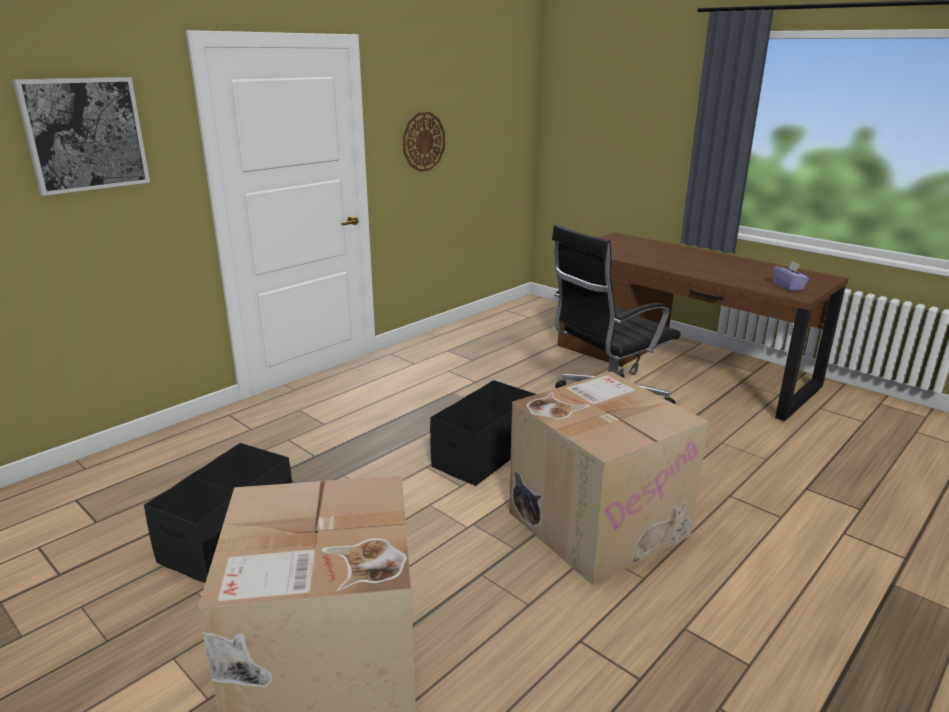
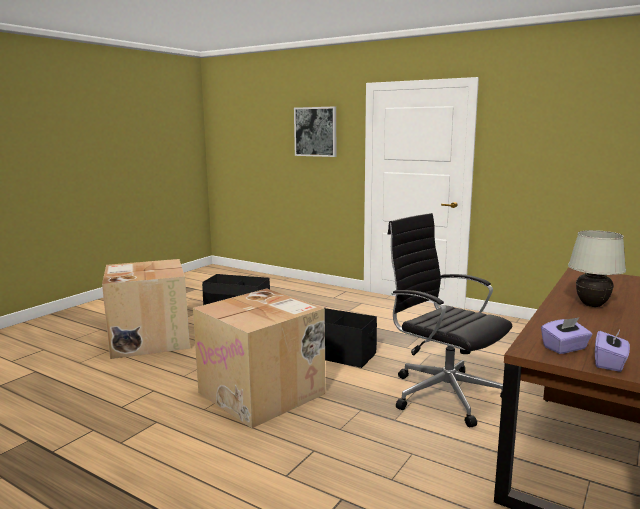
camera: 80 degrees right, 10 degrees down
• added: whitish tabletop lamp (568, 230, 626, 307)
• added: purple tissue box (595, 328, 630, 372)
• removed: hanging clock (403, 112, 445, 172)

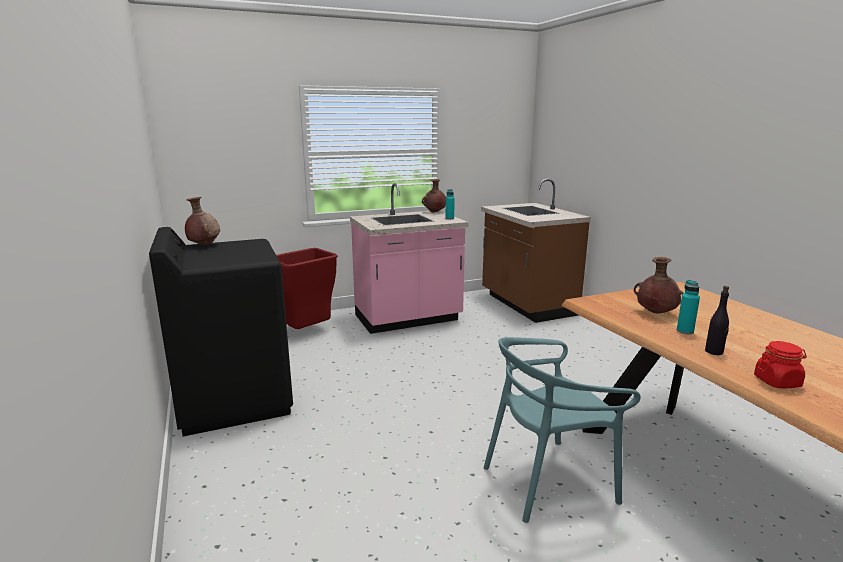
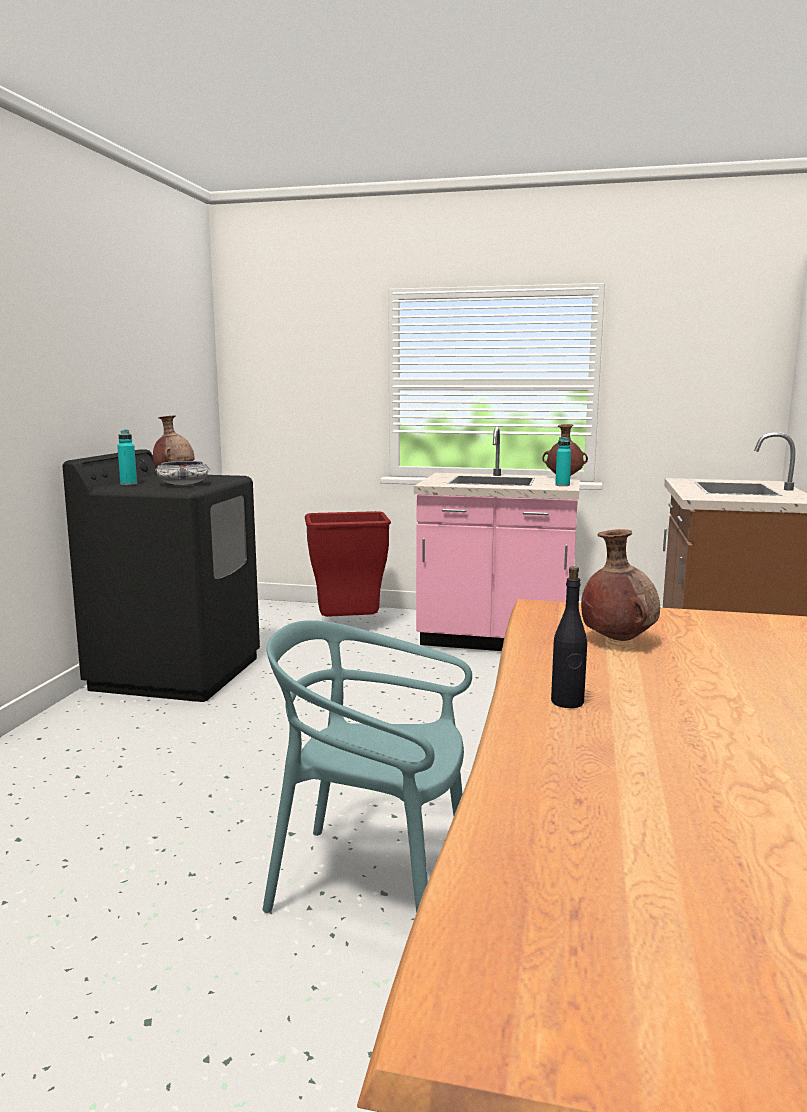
camera: 35 degrees right, 5 degrees down
• moved: turquoise drink bottle (677, 280, 700, 335) to (117, 429, 137, 485)
• added: bowl (155, 461, 210, 485)
• removed: reddish preserve jar (754, 341, 807, 388)

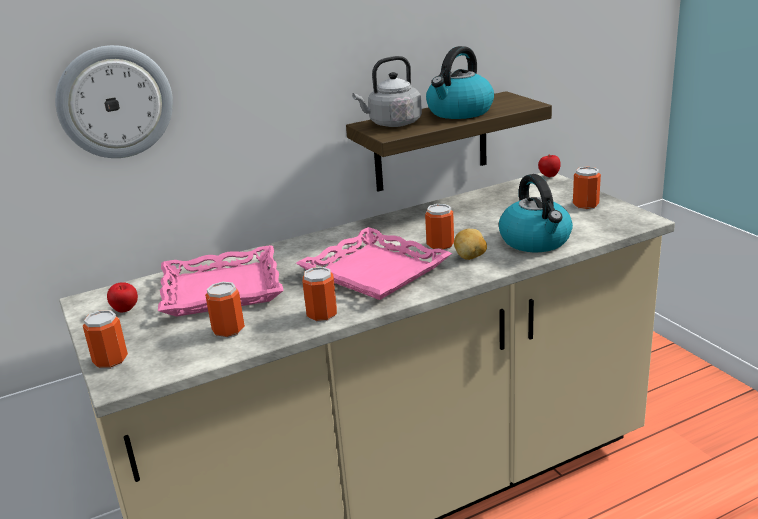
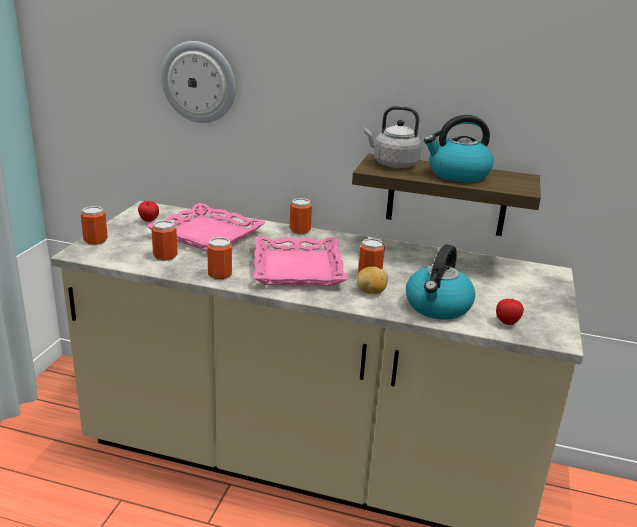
camera: 40 degrees right, 0 degrees up
• moved: sealed can (573, 166, 601, 210) to (290, 198, 312, 235)
• moved: whole apple (538, 154, 561, 177) to (496, 299, 524, 325)

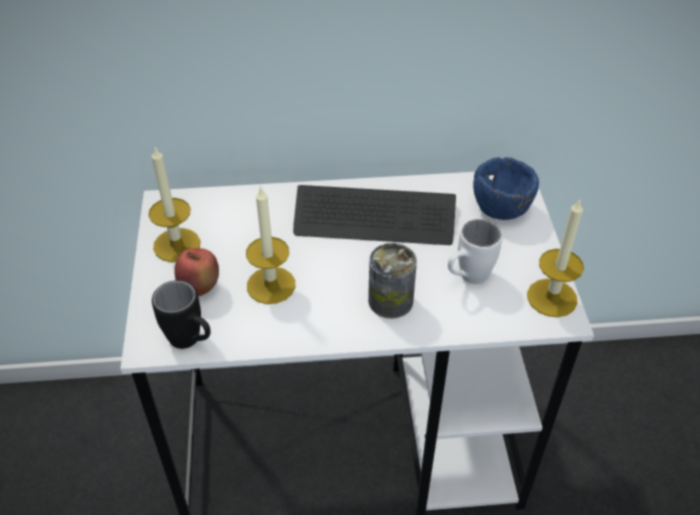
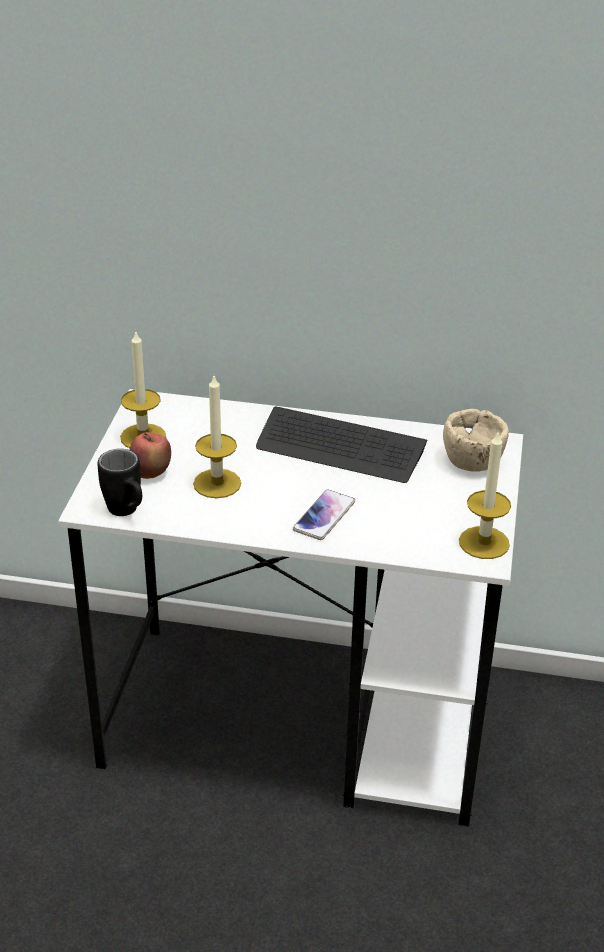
camera: 15 degrees right, 10 degrees down
• replaced: sealed can (368, 243, 417, 319) to telephone (293, 490, 355, 540)
• recoloured: blue bowl (473, 157, 539, 220) to beige-coloured bowl (443, 409, 509, 472)
• removed: whitish coffee mug (448, 219, 502, 284)

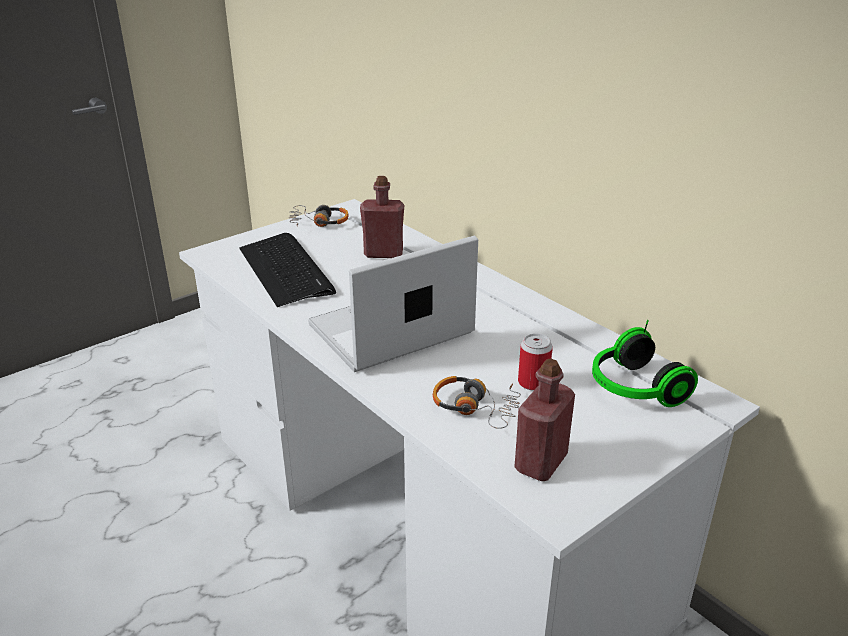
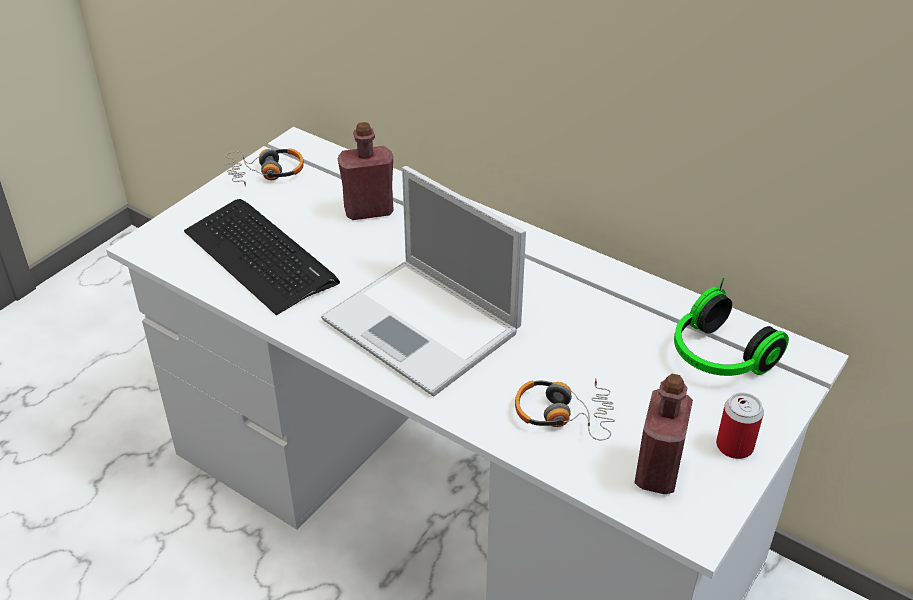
camera: 15 degrees left, 10 degrees up
• turned: notebook computer (308, 236, 478, 372) = (321, 166, 526, 396) 90 degrees counterclockwise
• moved: sealed can (518, 333, 553, 391) to (716, 393, 764, 459)

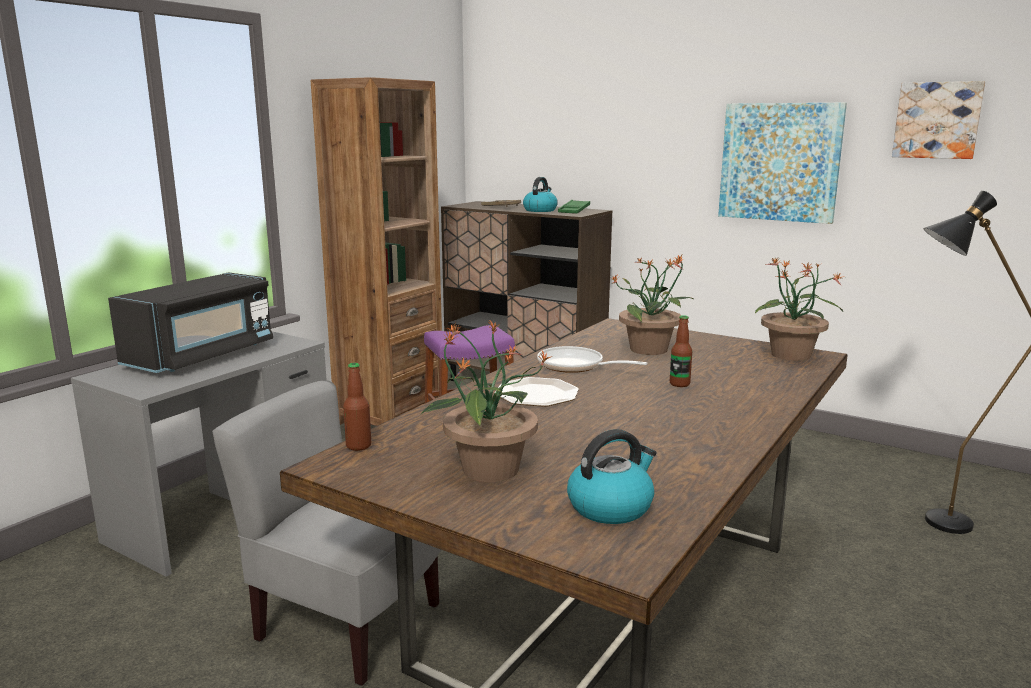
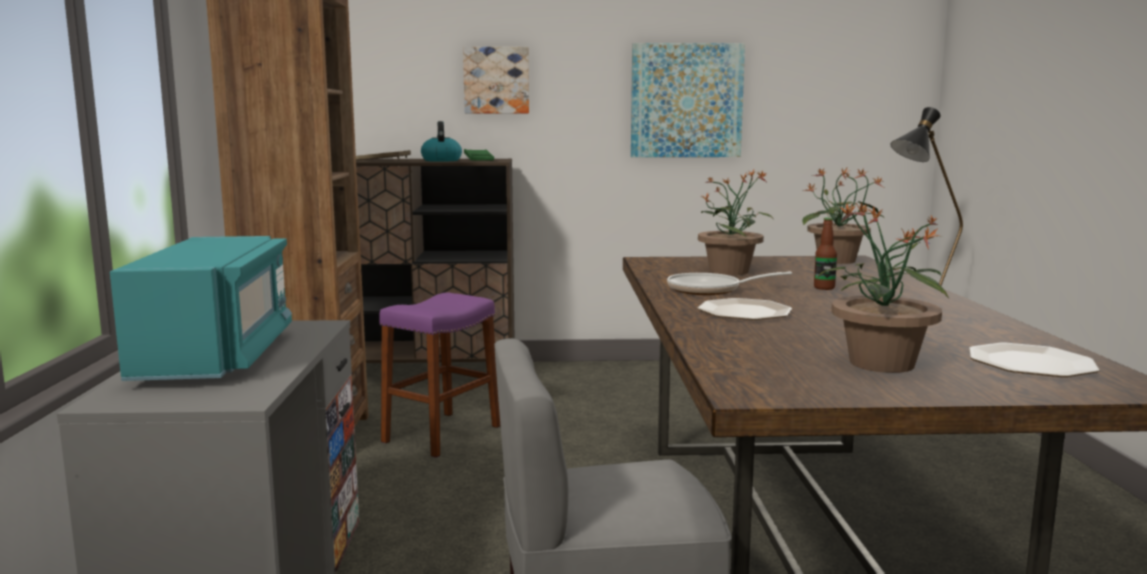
camera: 35 degrees left, 5 degrees down
• recoloured: blackish kitchen microwave (108, 272, 273, 373) to turquoise kitchen microwave (110, 236, 292, 381)
• moved: wall picture (892, 81, 985, 159) to (463, 47, 529, 114)
• replaced: tea kettle (567, 429, 656, 524) to plate (969, 343, 1100, 377)
• removed: drink bottle (343, 363, 371, 451)

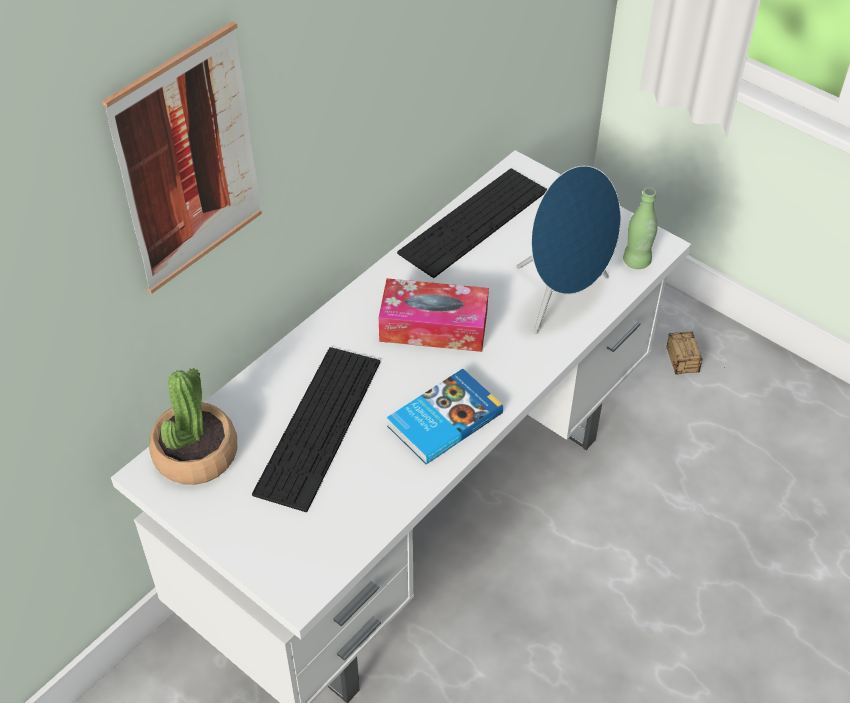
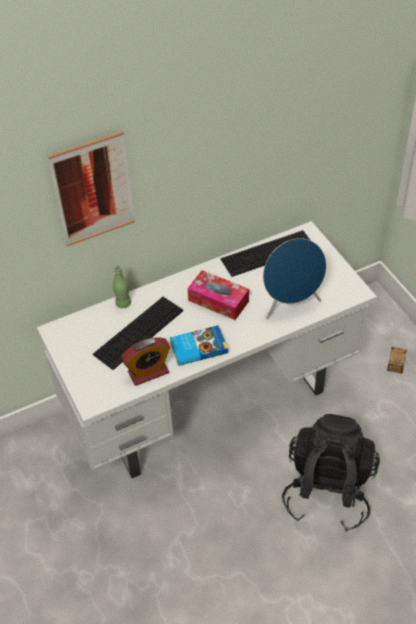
camera: 25 degrees right, 0 degrees up
• moved: greenish drink bottle (623, 188, 658, 269) to (113, 266, 131, 308)
• added: alarm clock (121, 337, 170, 386)
• added: blackish knapsack (282, 414, 380, 532)
• removed: houseplant (149, 368, 237, 485)

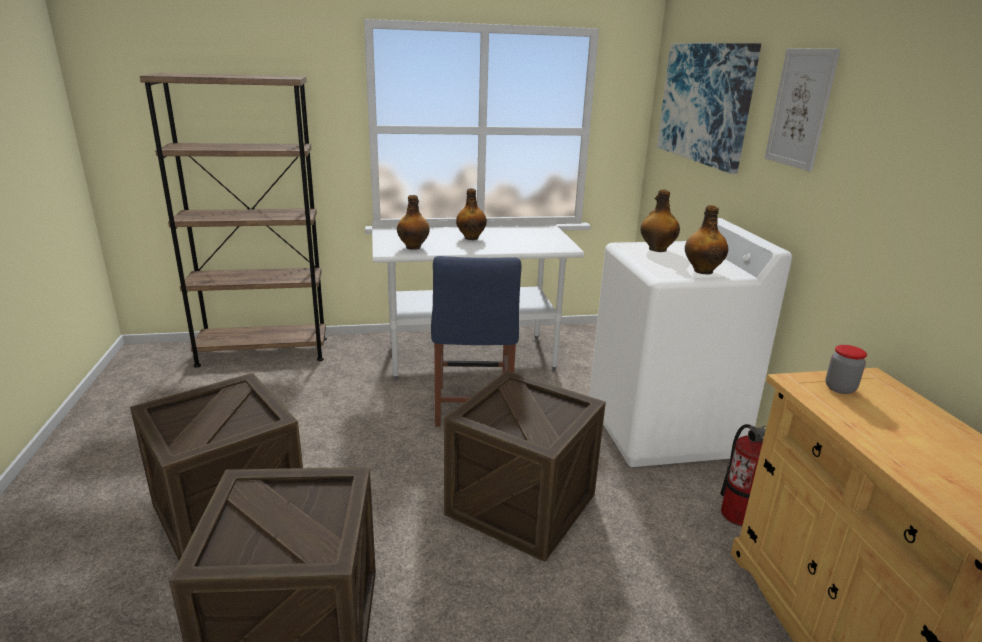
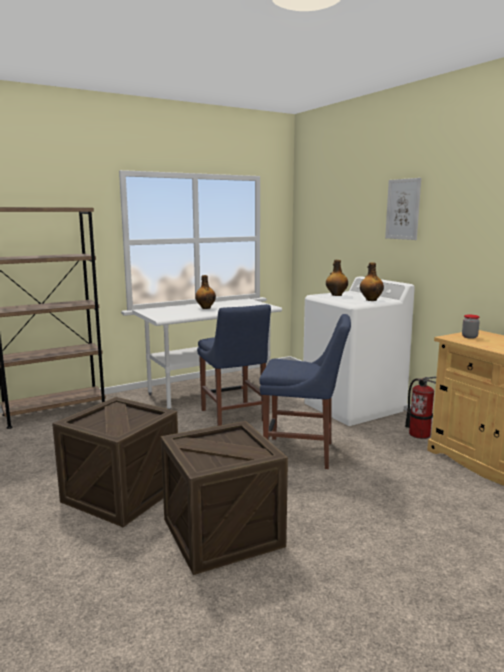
camera: 20 degrees left, 10 degrees down
• replaced: crate (444, 370, 606, 562) to blue upright chair (259, 314, 351, 469)
• removed: drink bottle (397, 195, 430, 250)
• removed: wall picture (657, 43, 761, 174)

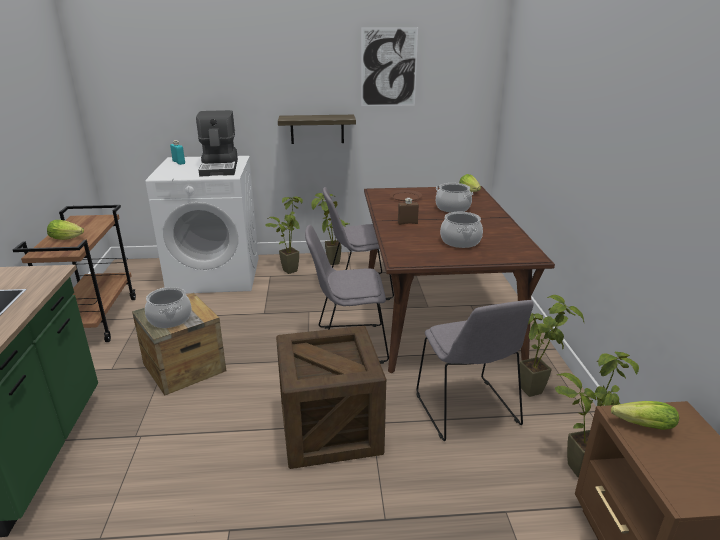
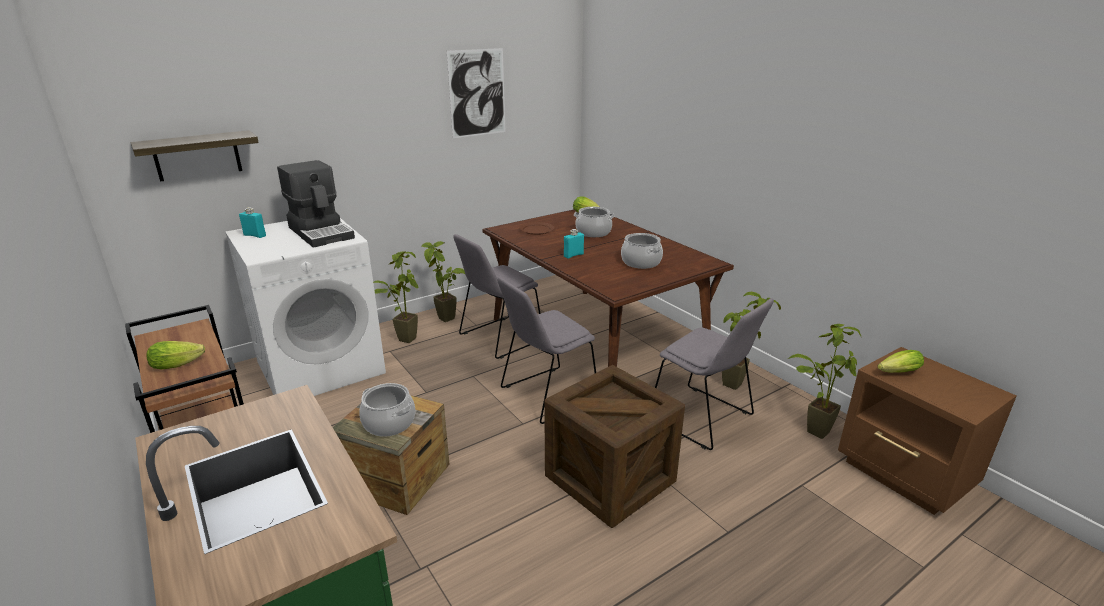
camera: 30 degrees left, 0 degrees up
• moved: shelf (278, 115, 356, 144) to (130, 130, 259, 182)
• recoloured: brown drink bottle (398, 198, 419, 225) to turquoise drink bottle (564, 229, 584, 259)

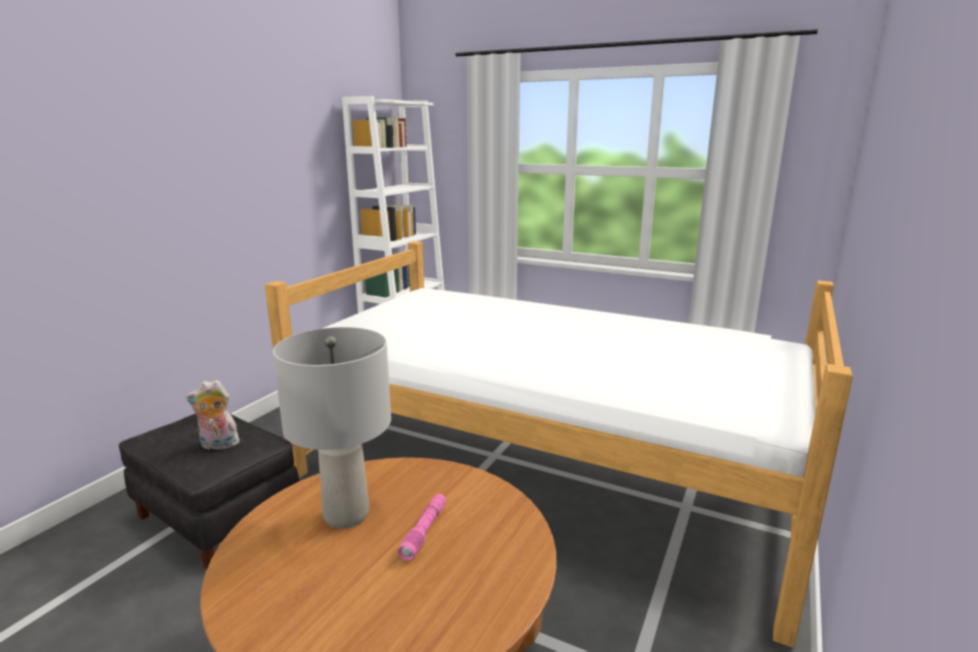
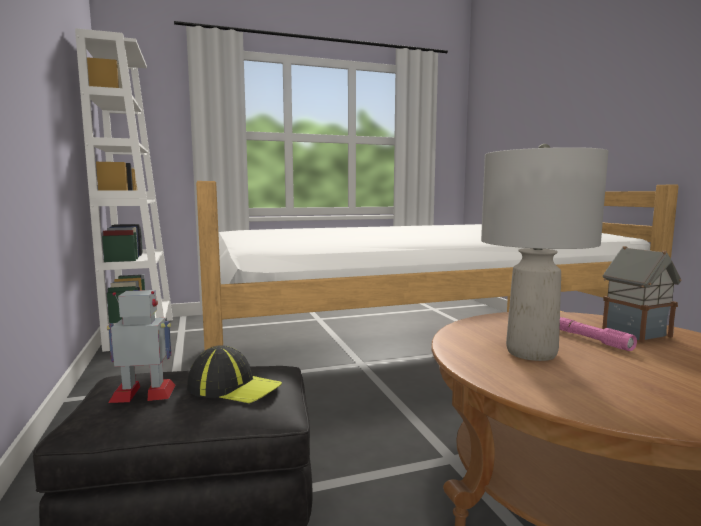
camera: 45 degrees left, 10 degrees down
• added: toy robot (107, 290, 176, 403)
• replaced: plush toy (186, 380, 241, 450) to baseball cap (187, 345, 282, 403)
• added: toy house (602, 246, 682, 343)

